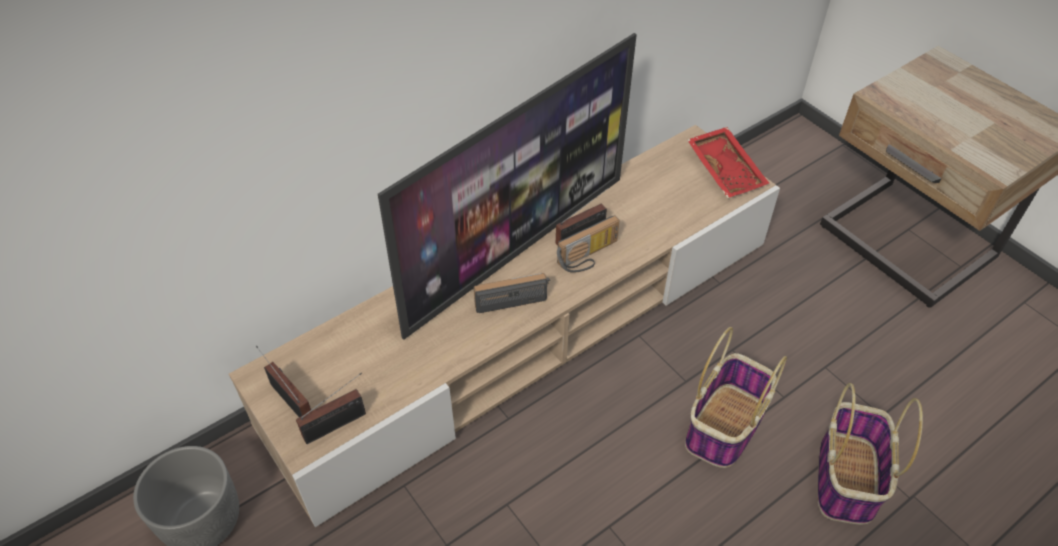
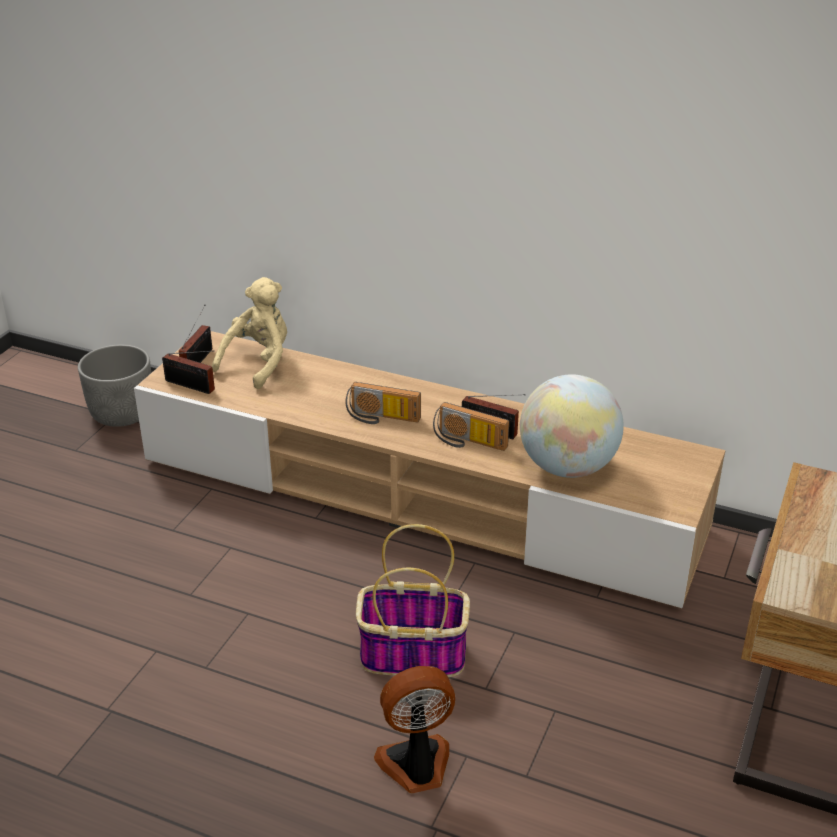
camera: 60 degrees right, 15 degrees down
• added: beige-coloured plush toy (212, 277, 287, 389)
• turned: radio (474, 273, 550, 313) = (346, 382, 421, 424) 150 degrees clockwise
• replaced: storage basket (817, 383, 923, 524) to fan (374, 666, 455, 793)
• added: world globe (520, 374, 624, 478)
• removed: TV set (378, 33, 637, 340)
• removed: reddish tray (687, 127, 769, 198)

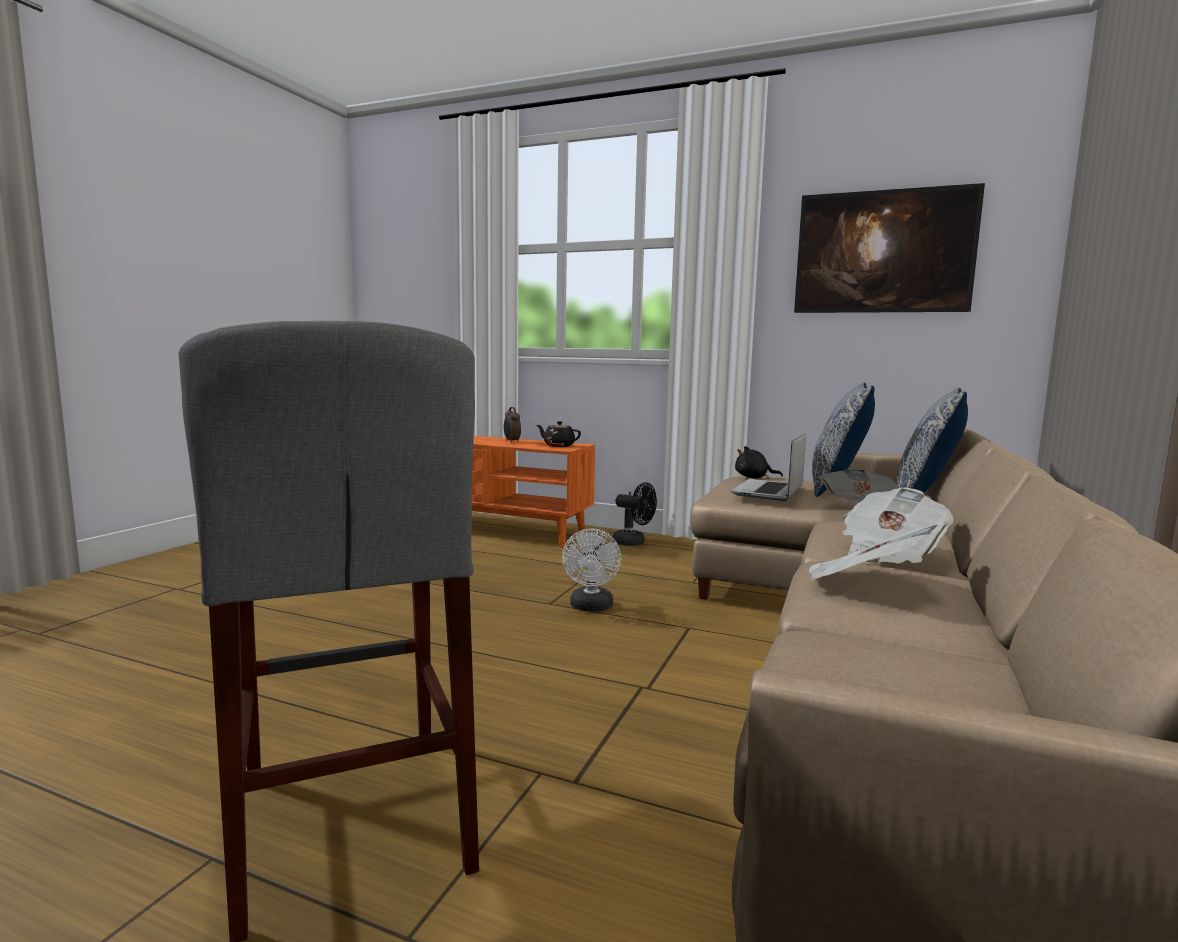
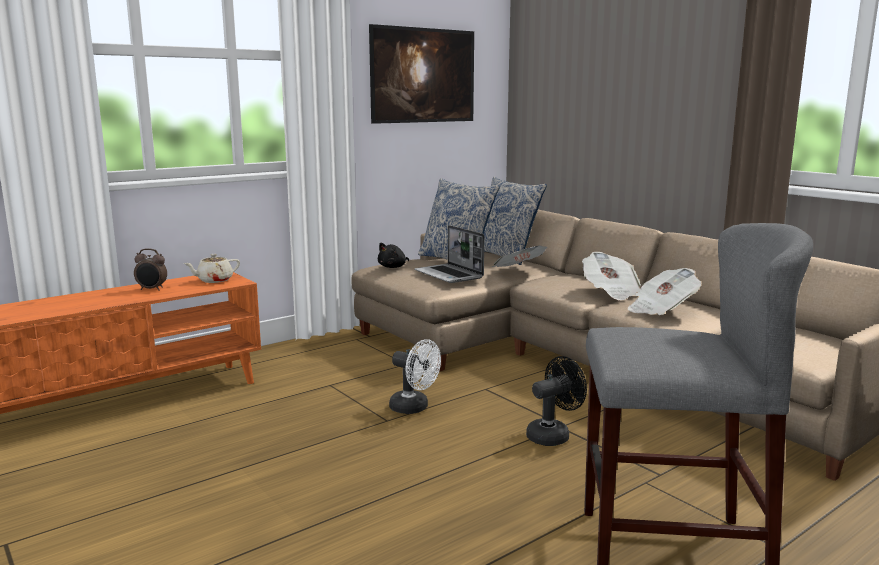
camera: 60 degrees left, 5 degrees up
• recoloured: blackish pot for tea (537, 421, 581, 447) to beige-coloured pot for tea (184, 254, 240, 283)
• moved: blackish fan (612, 482, 657, 546) to (526, 356, 587, 446)

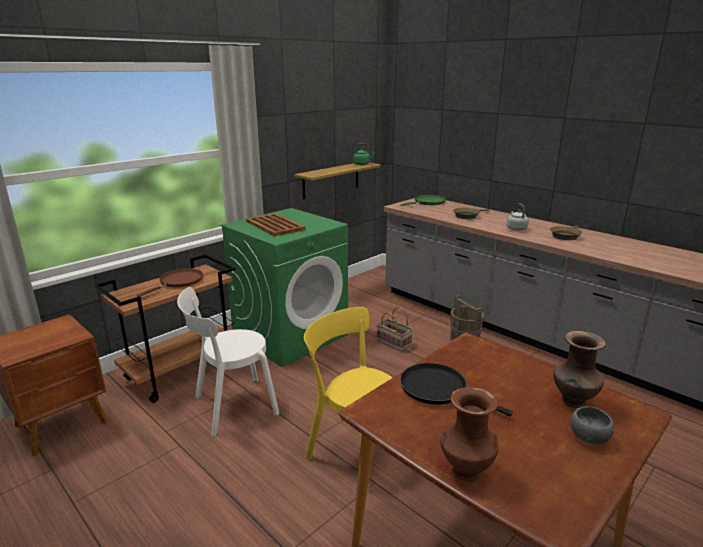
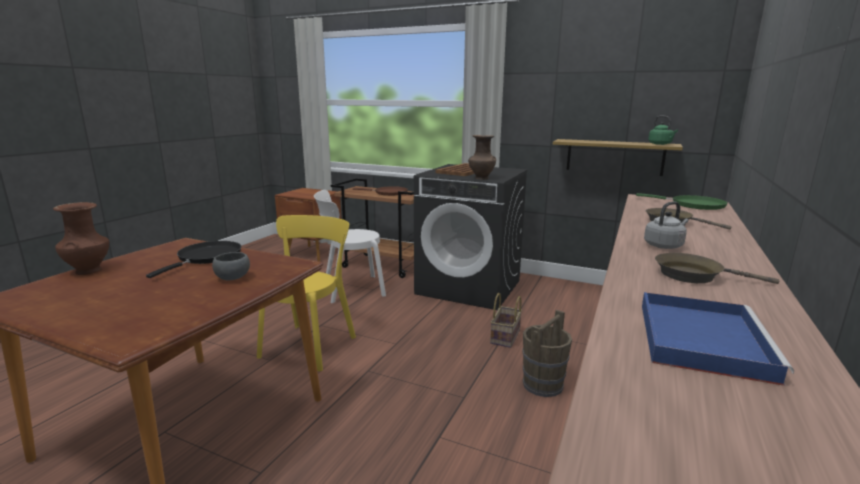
camera: 70 degrees right, 5 degrees down
• moved: gray bowl (570, 407, 614, 445) to (212, 252, 250, 281)
• turned: whitish upright chair (177, 287, 279, 436) = (314, 190, 386, 303) 60 degrees counterclockwise
• recoloured: greenish laundry appliance (220, 208, 348, 367) to blackish laundry appliance (414, 164, 528, 310)
• moved: brown vase (553, 331, 606, 408) to (468, 135, 496, 180)
• added: blue tray (642, 292, 794, 386)

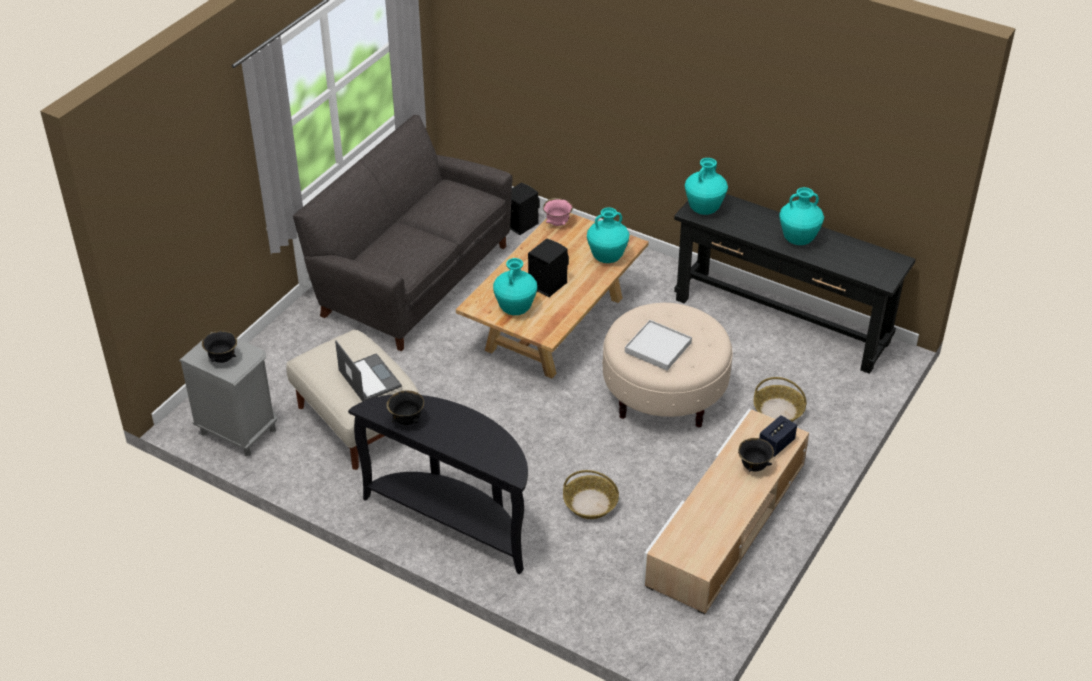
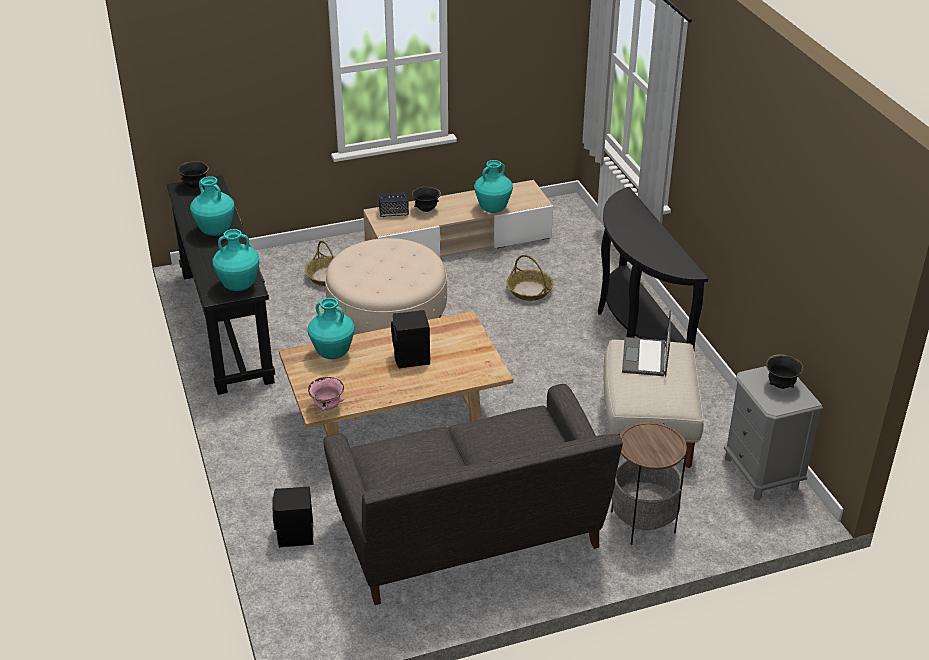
camera: 140 degrees left, 5 degrees down
• moved: blackish bowl (386, 391, 424, 425) to (178, 161, 209, 188)
• moved: turquoise vase (493, 258, 537, 315) to (474, 160, 513, 213)
• added: accent table (611, 422, 687, 545)
• removed: whitish tray (625, 320, 692, 370)

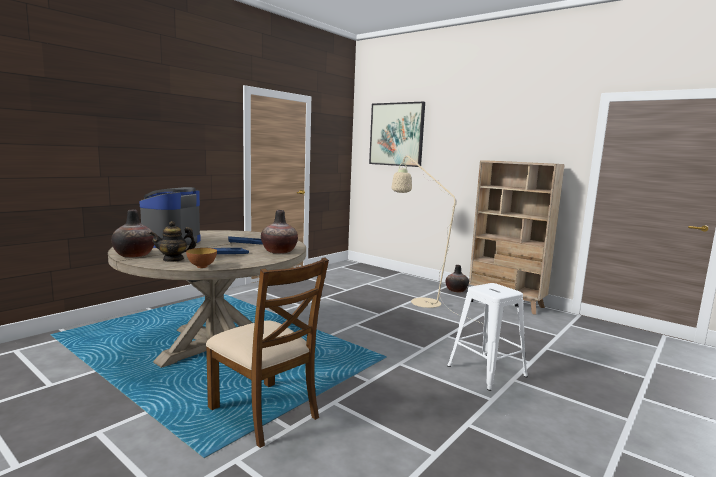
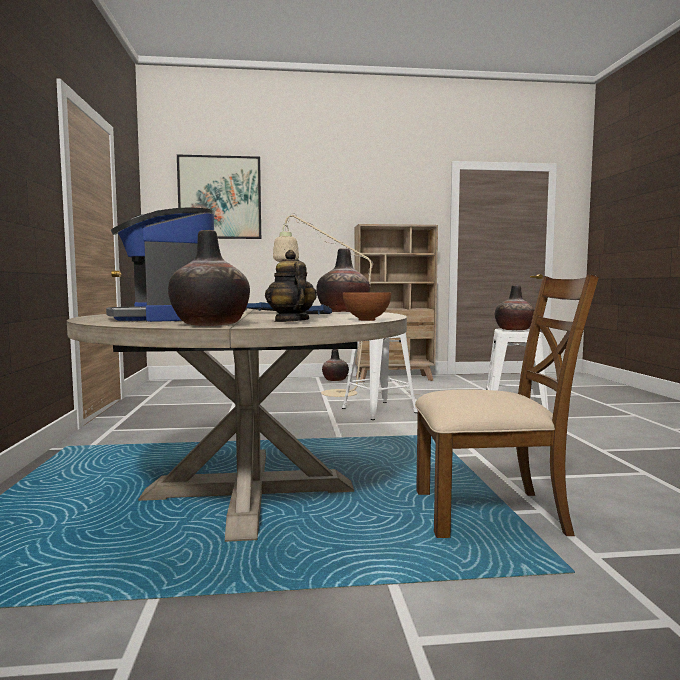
camera: 45 degrees left, 5 degrees down
• turned: pot for tea (150, 221, 196, 262) = (265, 250, 317, 322) 135 degrees clockwise
• added: whitish sitting stool (342, 332, 418, 420)
• added: vase (495, 285, 534, 330)

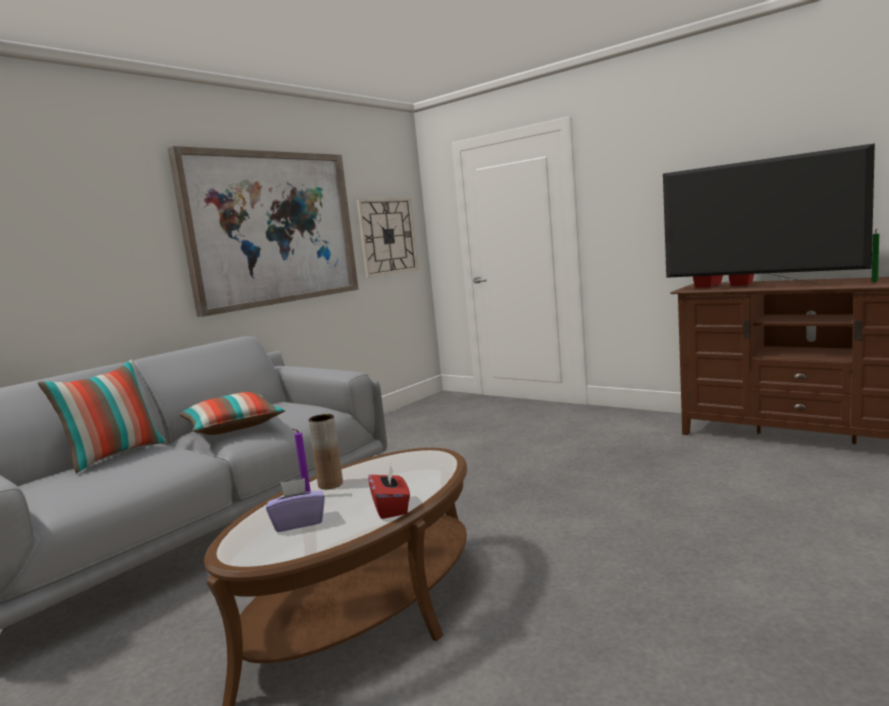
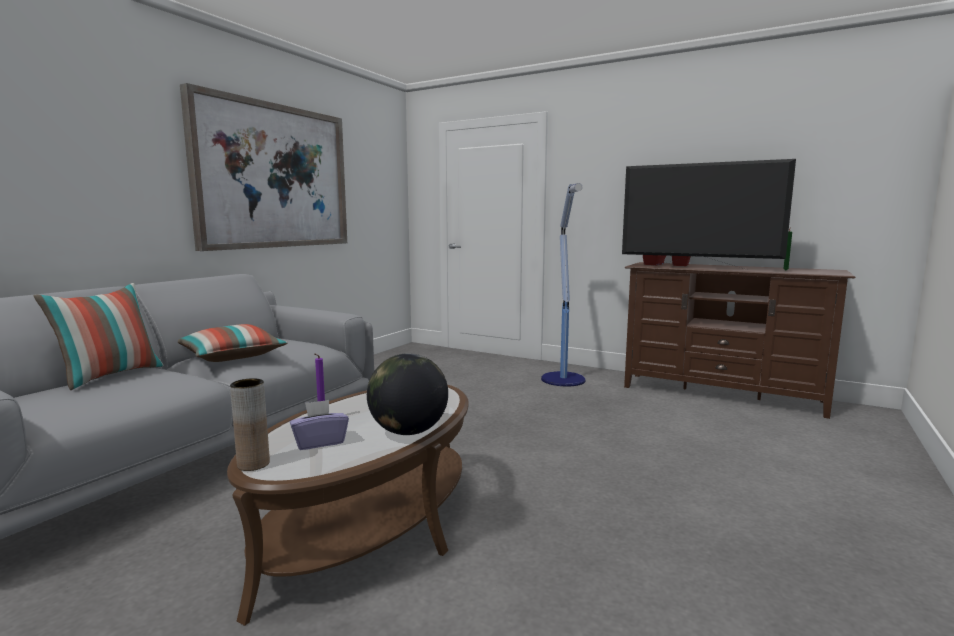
camera: 10 degrees left, 0 degrees up
• moved: brown vase (308, 414, 343, 489) to (230, 378, 270, 471)
• replaced: reddish tissue box (368, 466, 410, 519) to world globe (367, 353, 448, 435)
• added: floor lamp (541, 183, 586, 386)
• removed: hanging clock (356, 198, 418, 277)

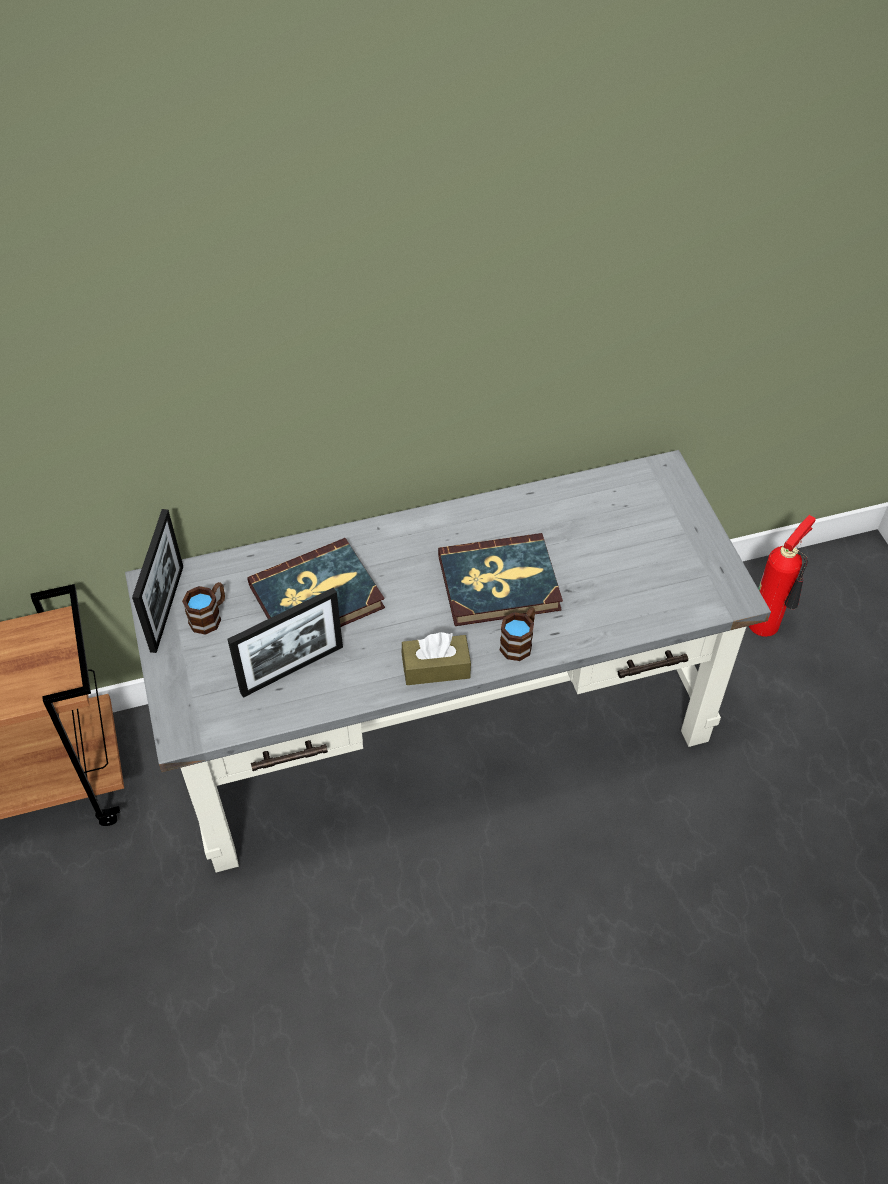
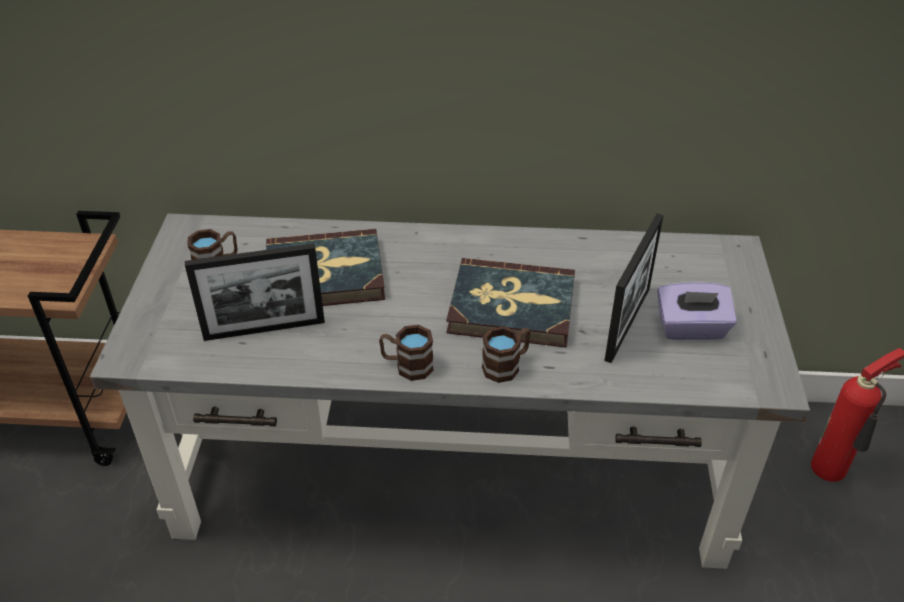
camera: 20 degrees right, 10 degrees down
• replaced: brown tissue box (402, 632, 471, 685) to brown coffee mug (379, 325, 434, 381)
• moved: standing frame (132, 509, 183, 653) to (604, 213, 664, 363)
• added: purple tissue box (657, 282, 737, 340)

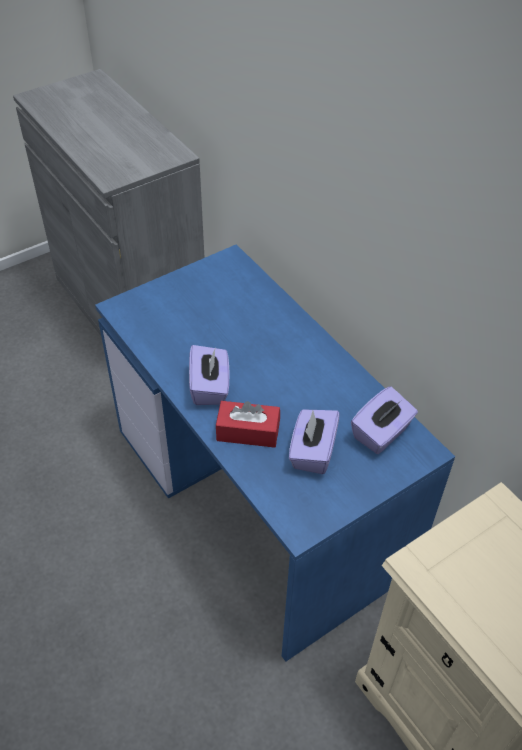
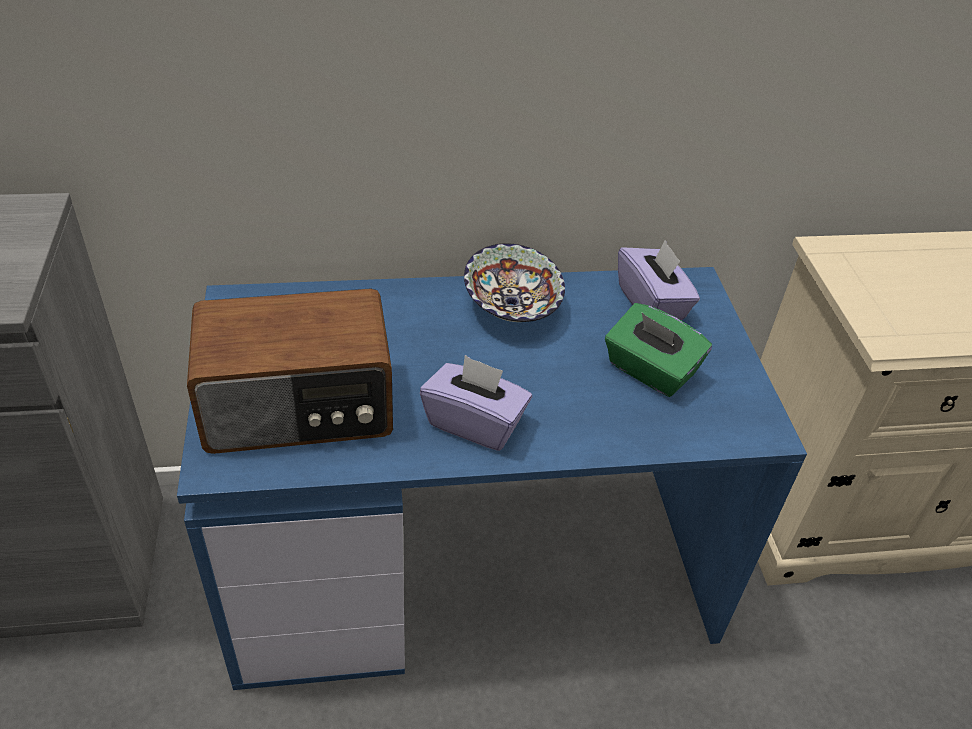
camera: 65 degrees left, 5 degrees down
• added: radio (187, 289, 393, 454)
• added: bowl (464, 243, 565, 322)
• recoloured: purple tissue box (289, 409, 340, 474) to greenish tissue box (605, 303, 712, 397)
• removed: reddish tissue box (216, 401, 280, 448)

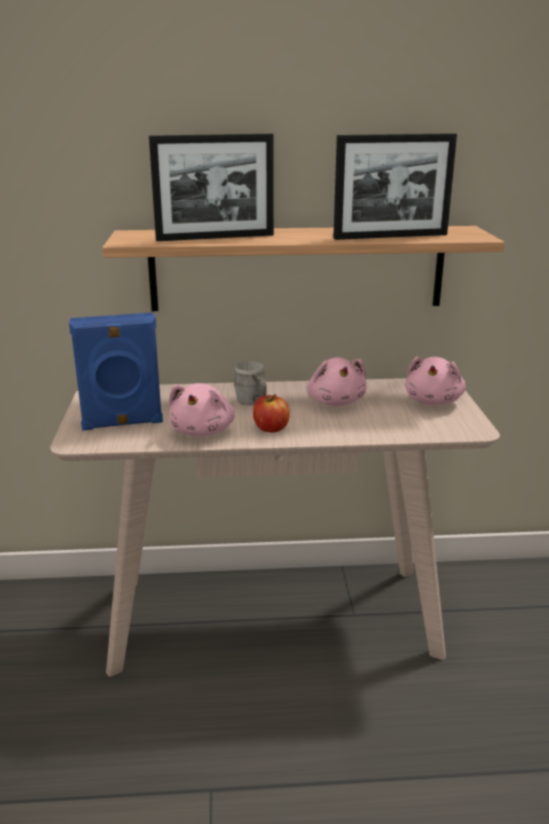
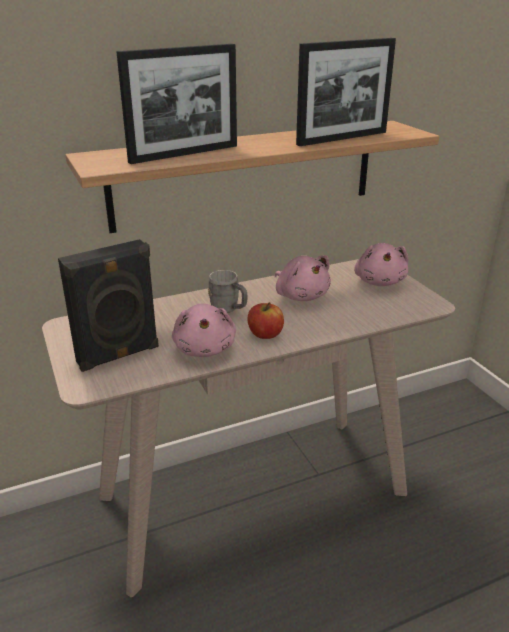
camera: 20 degrees left, 5 degrees up
• recoloured: blue loudspeaker (69, 312, 163, 431) to blackish loudspeaker (58, 239, 159, 372)

